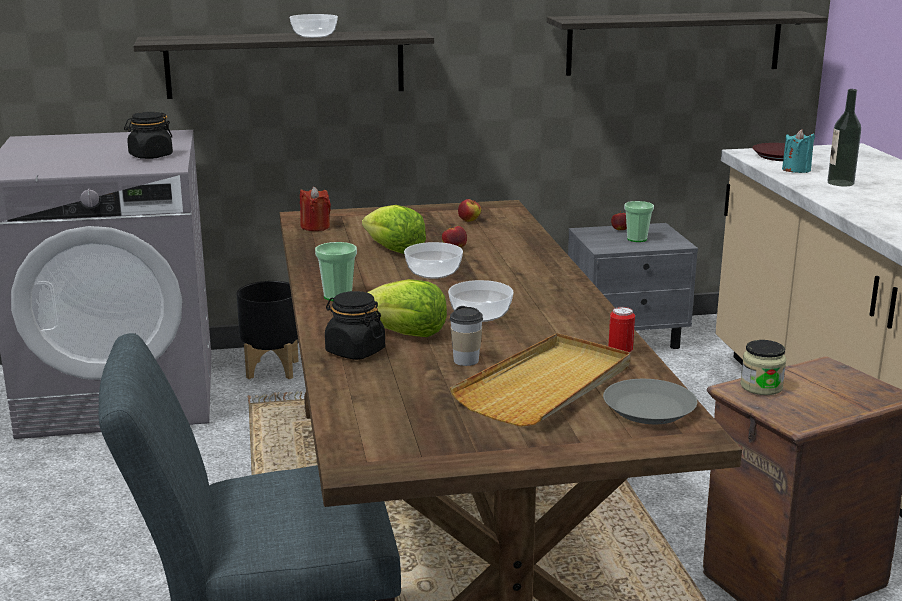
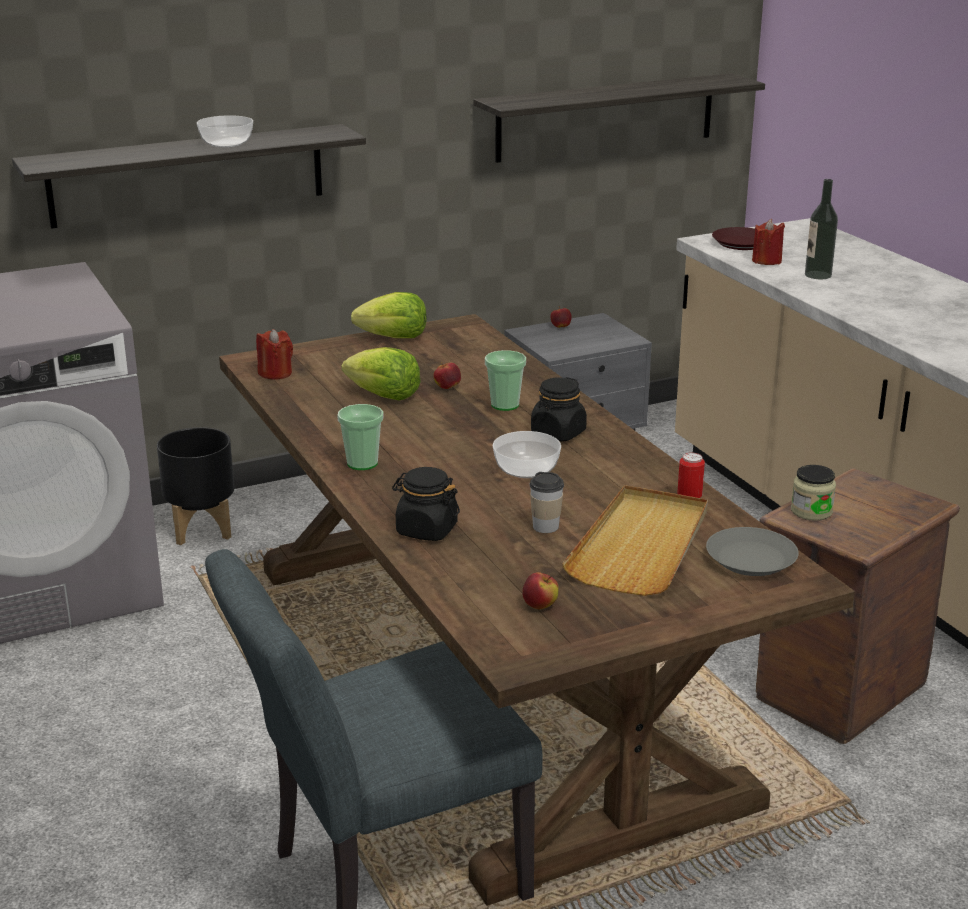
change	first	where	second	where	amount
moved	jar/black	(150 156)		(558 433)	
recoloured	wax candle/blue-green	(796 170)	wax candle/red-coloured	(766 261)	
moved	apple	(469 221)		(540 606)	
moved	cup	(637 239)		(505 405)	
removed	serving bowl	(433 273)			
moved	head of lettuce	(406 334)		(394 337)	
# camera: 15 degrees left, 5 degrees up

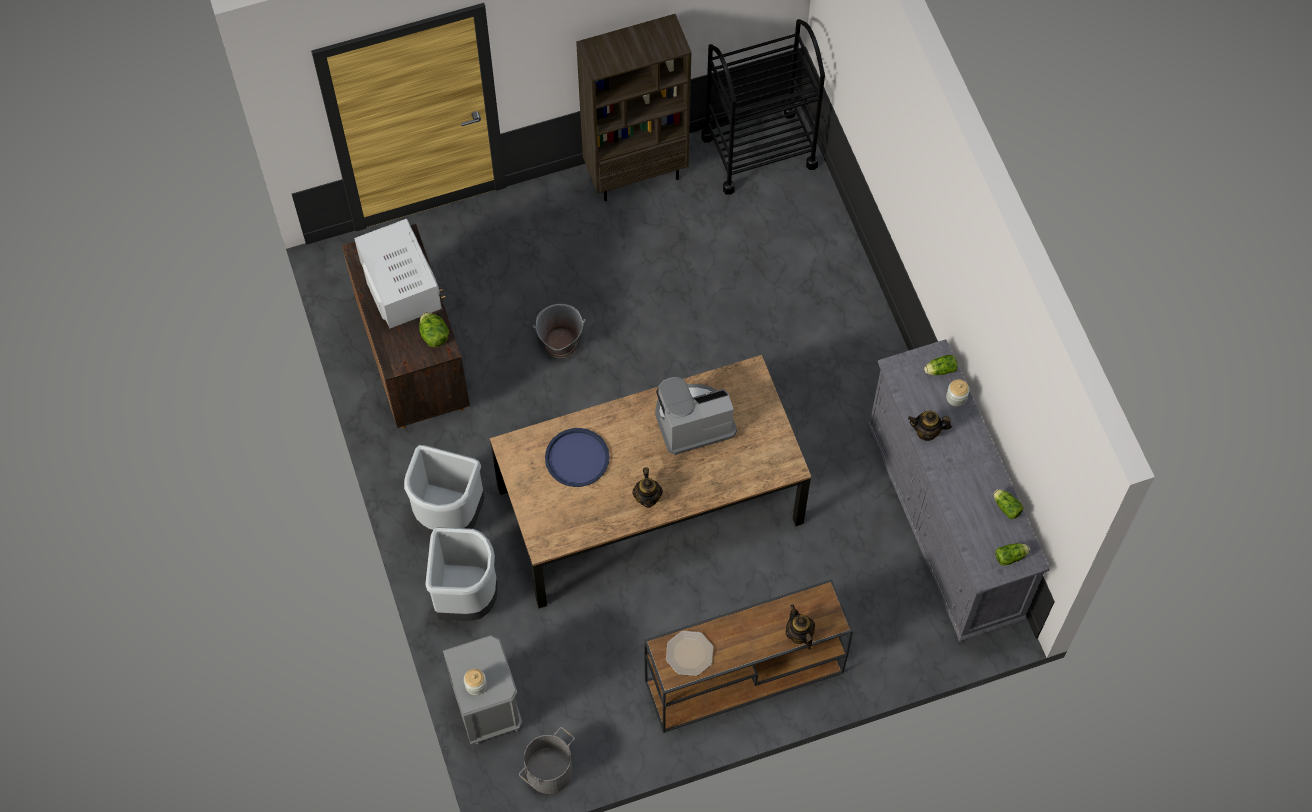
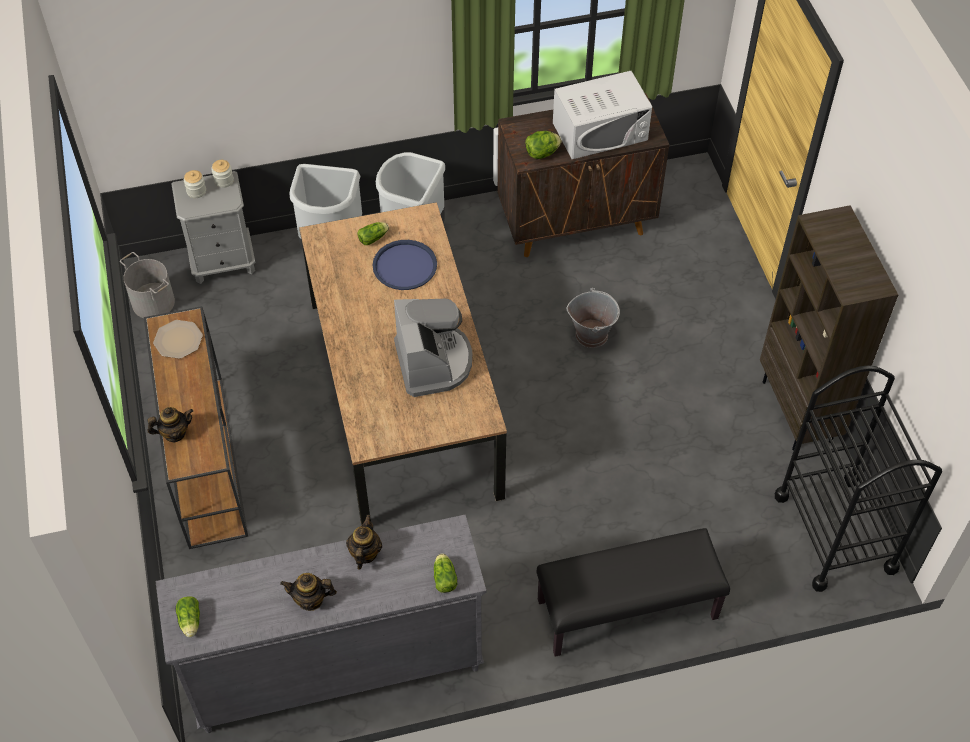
change	first	where	second	where	amount
moved	jar	(956 397)		(224 181)	
moved	pot for tea	(647 497)		(310 600)	
moved	head of lettuce	(1005 506)		(374 238)	
added			indoor bench/black	(627 610)	
# camera: 95 degrees right, 10 degrees down

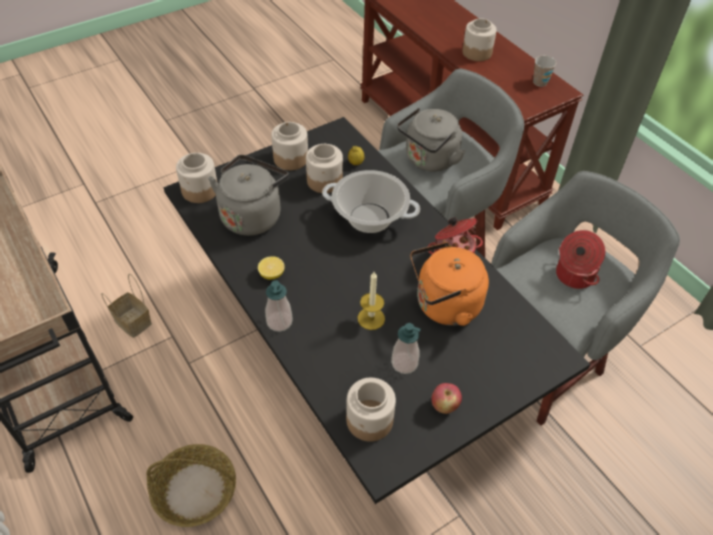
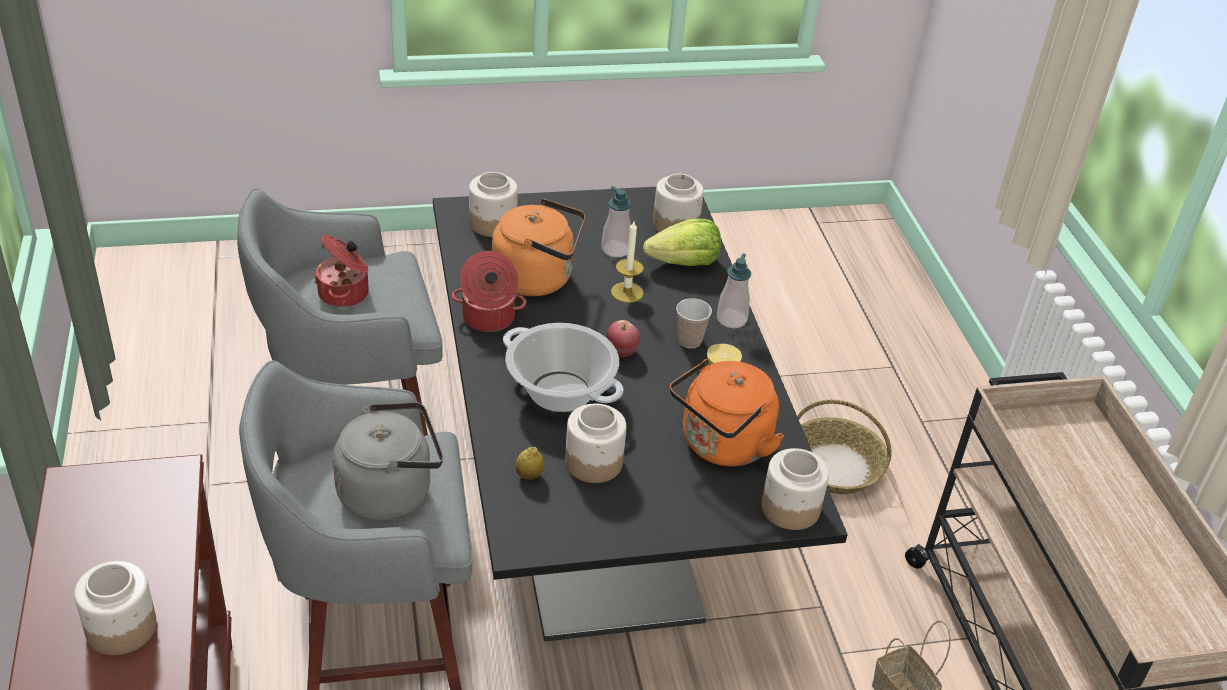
change	first	where	second	where	amount
moved	cup	(540 82)		(689 341)	
moved	jar	(290 158)		(492 224)	
recoloured	tea kettle/grey	(252 215)	tea kettle/orangey	(722 446)	
moved	apple	(444 406)		(621 352)	
added			head of lettuce	(684 263)	
# camera: 160 degrees left, 10 degrees down

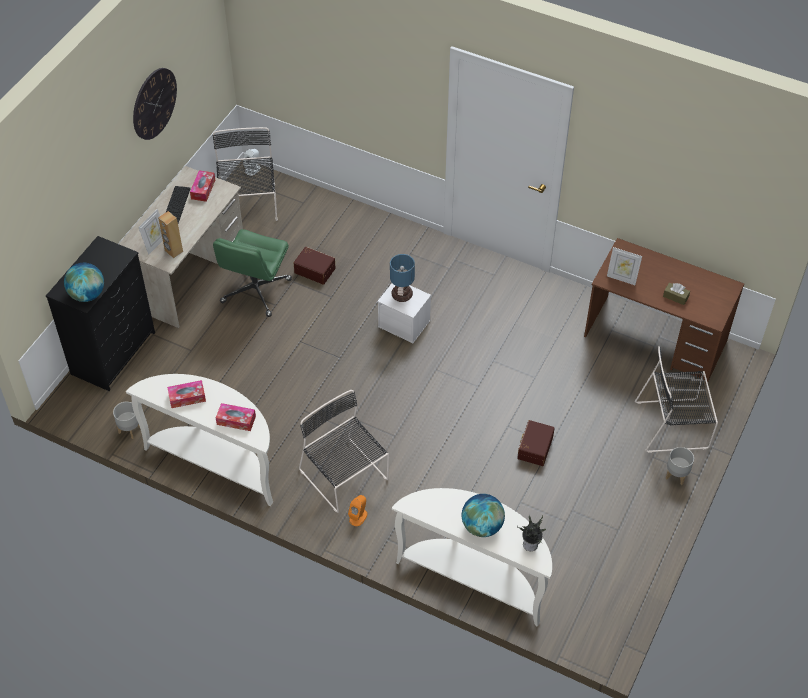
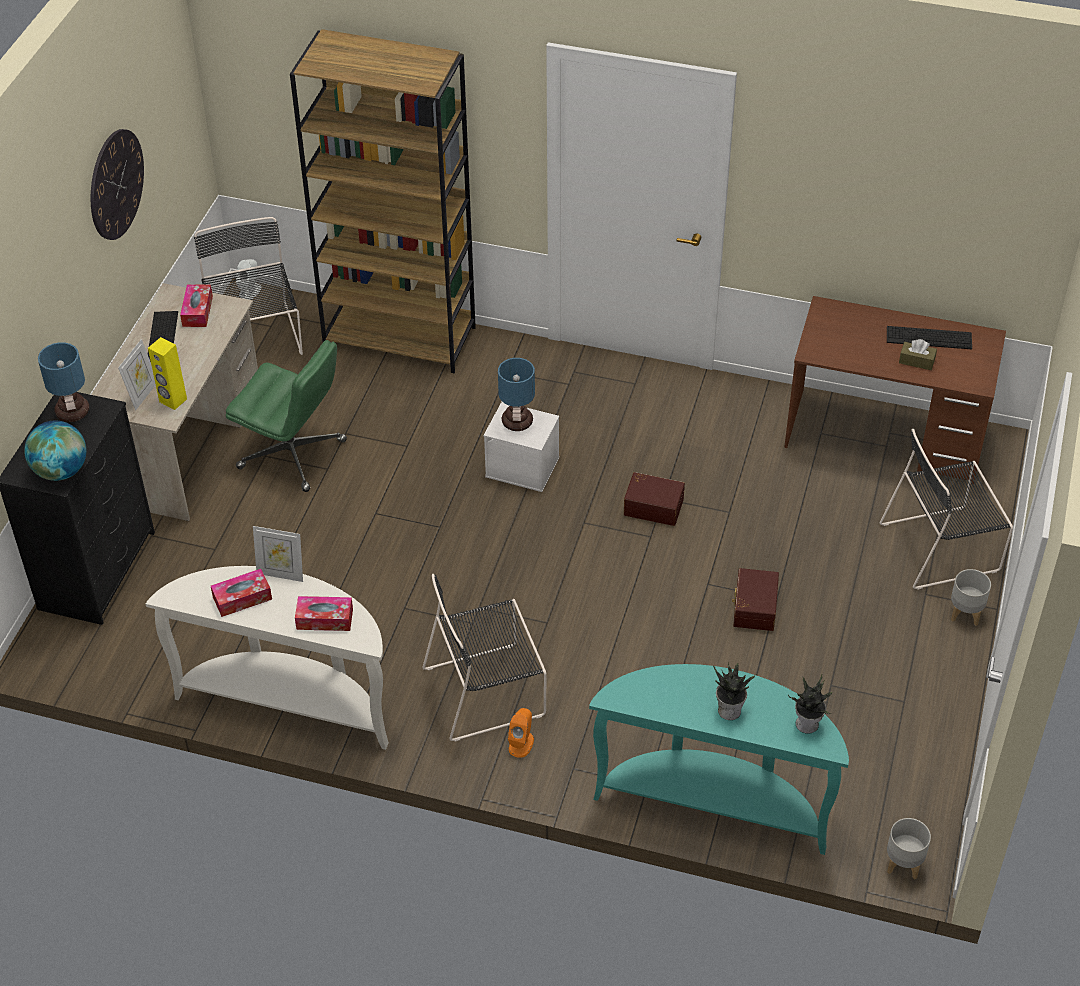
change	first	where	second	where	amount
recoloured	loudspeaker/brown	(173 251)	loudspeaker/yellow-coloured	(173 400)	
turned	computer chair/green	(256 291)		(293 454)	75 degrees counterclockwise
moved	storage bin/brown	(315 270)		(653 506)	
moved	photo frame	(621 278)		(281 574)	
turned	chair/black	(345 477)		(488 691)	60 degrees counterclockwise
moved	flower pot/grey	(130 429)		(903 863)	
recoloured	hall table/whitish	(474 577)	hall table/blue-green	(714 801)	
replaced	desk globe	(482 526)	houseplant	(729 710)	
added			shelving unit/brown	(401 337)	
added			computer keyboard	(929 338)	
added			tabletop lamp	(73 412)	
# camera: 10 degrees left, 5 degrees down

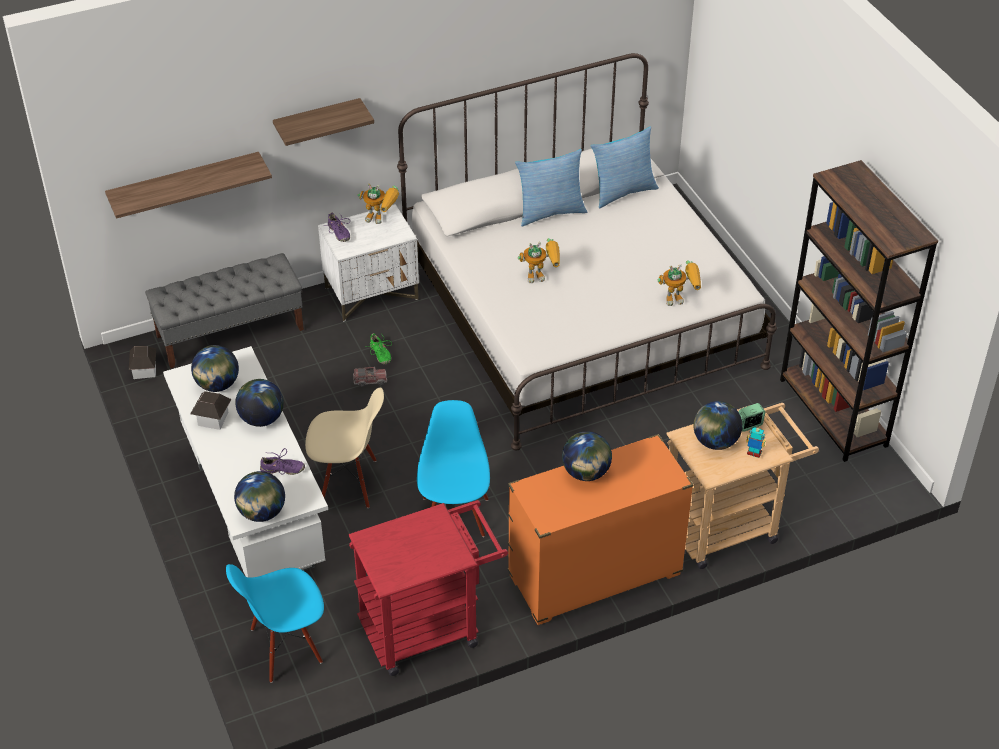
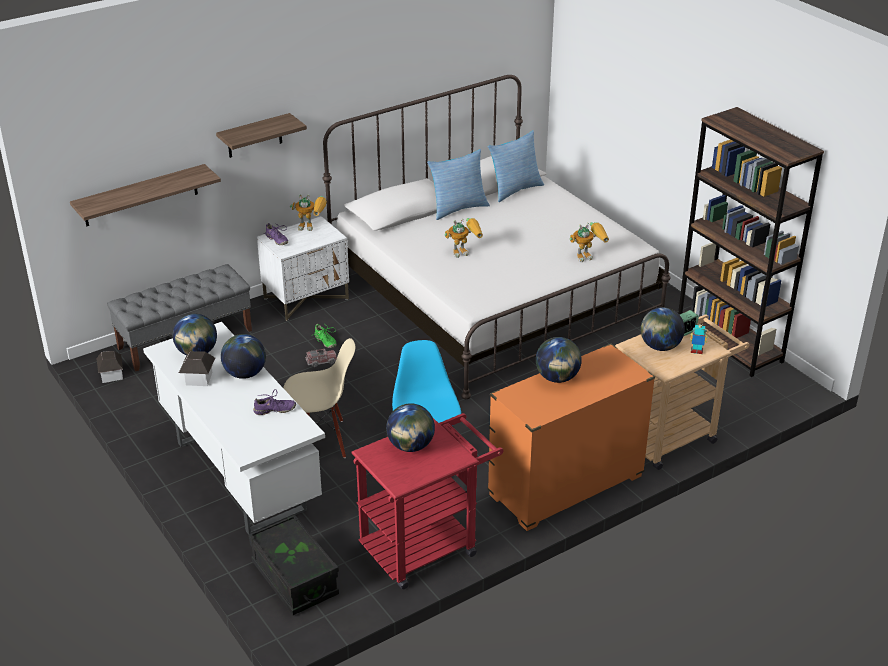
change	first	where	second	where	amount
moved	desk globe	(262 513)		(411 446)	
replaced	chair/bluish	(285 647)	storage bin/black	(295 579)	
# camera: 10 degrees left, 10 degrees down

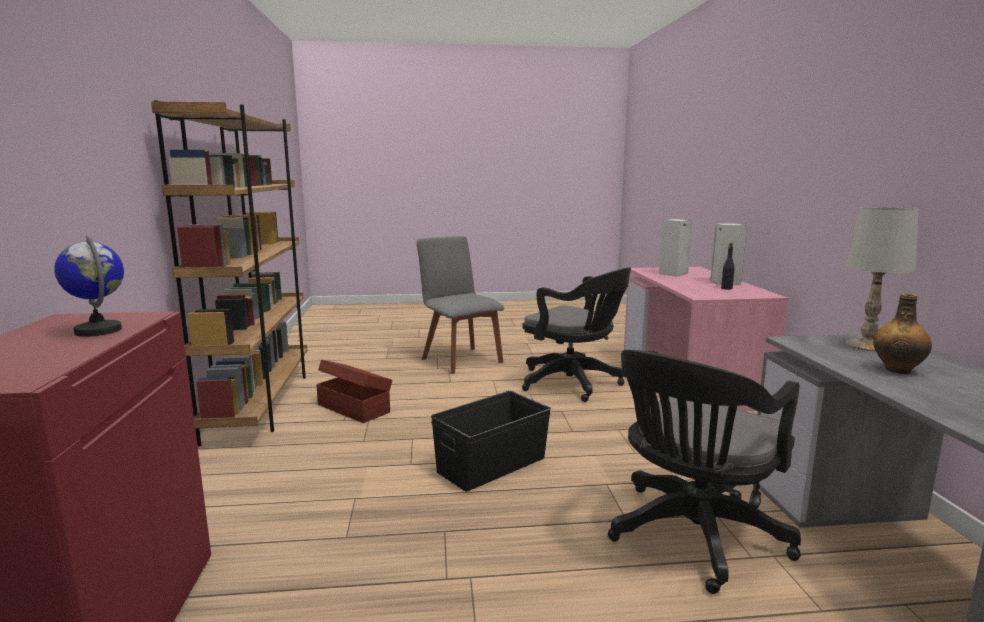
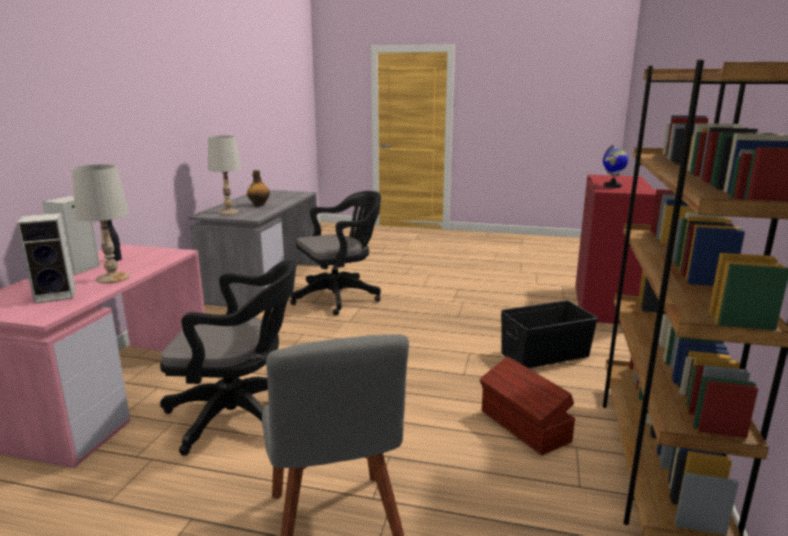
change	first	where	second	where	amount
turned	computer chair/black	(574 384)		(240 416)	120 degrees clockwise
moved	storage bin/black	(492 465)		(544 354)	
added			tabletop lamp/whitish	(112 278)	
# camera: 160 degrees left, 5 degrees up

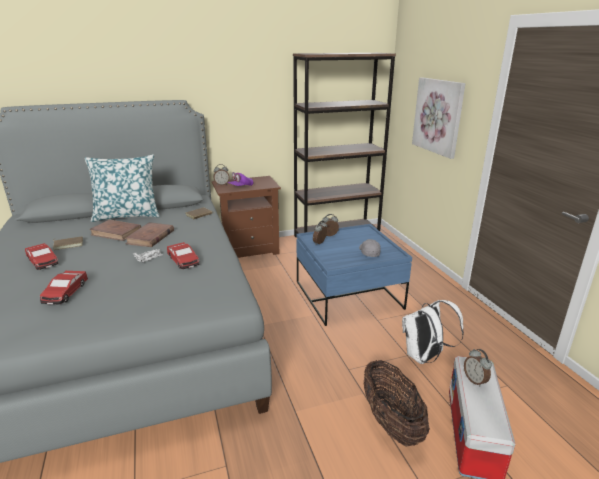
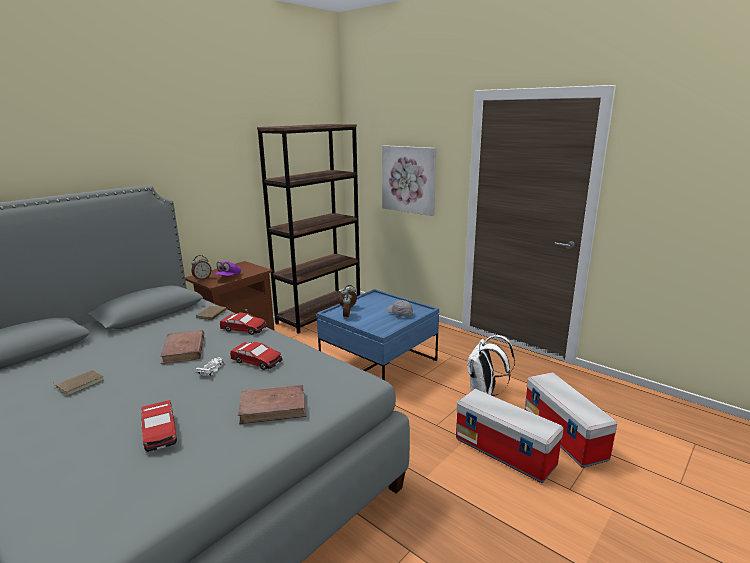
change	first	where	second	where	amount
removed	throw pillow	(127 215)			
moved	volume/brown	(116 232)		(273 407)	
moved	miniature car	(43 261)		(244 329)	
removed	bedside clock	(475 380)			
replaced	household basket	(391 422)	storage bin	(505 452)	
# camera: 30 degrees left, 5 degrees down

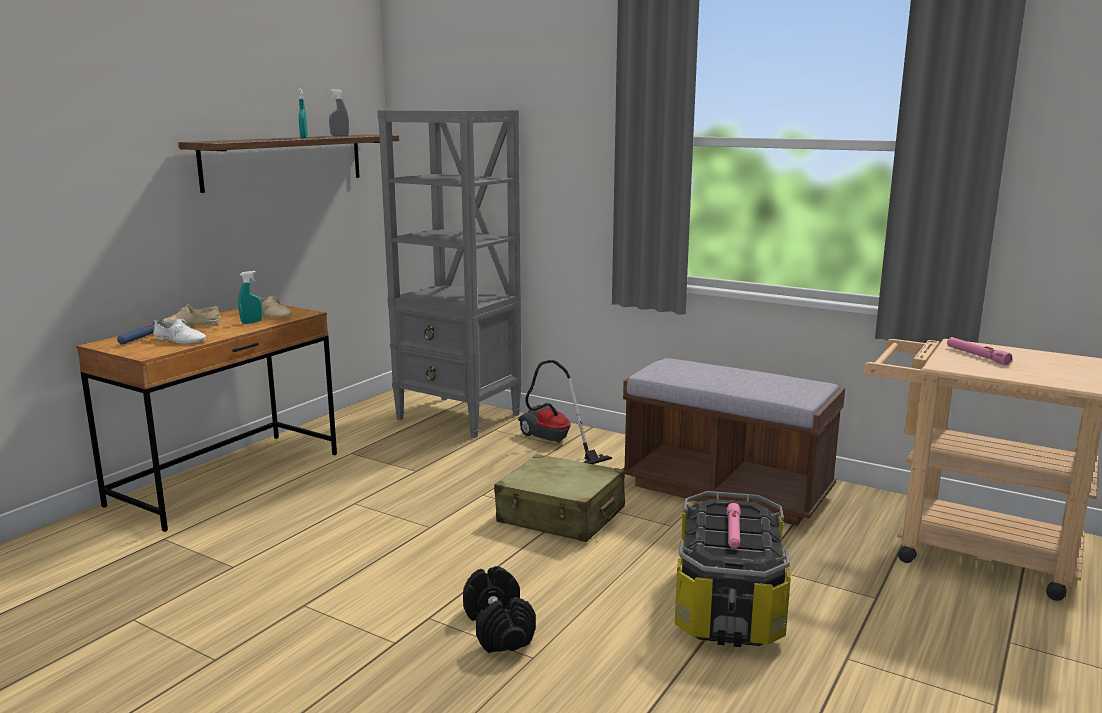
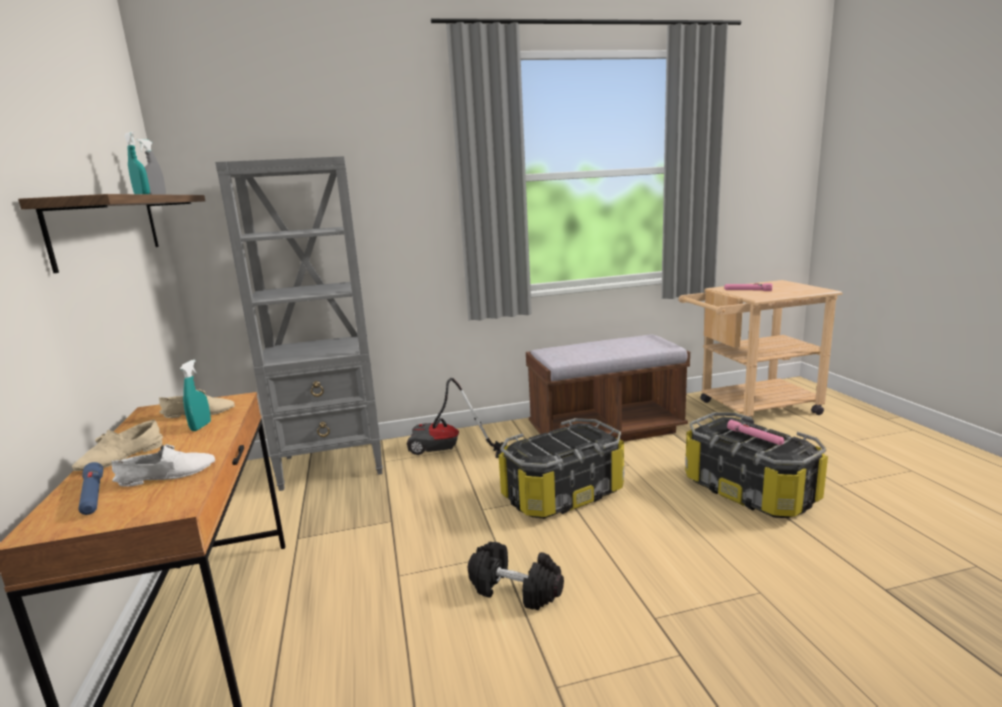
change	first	where	second	where	amount
replaced	travel case/sand-coloured	(561 516)	storage bin	(562 494)	
moved	hand weight/black	(499 628)		(516 590)	
# camera: 45 degrees left, 0 degrees up

